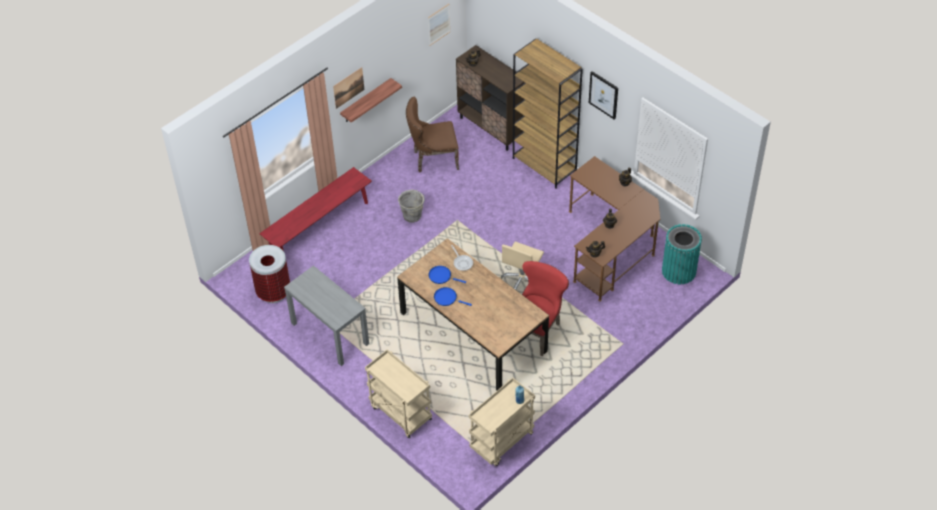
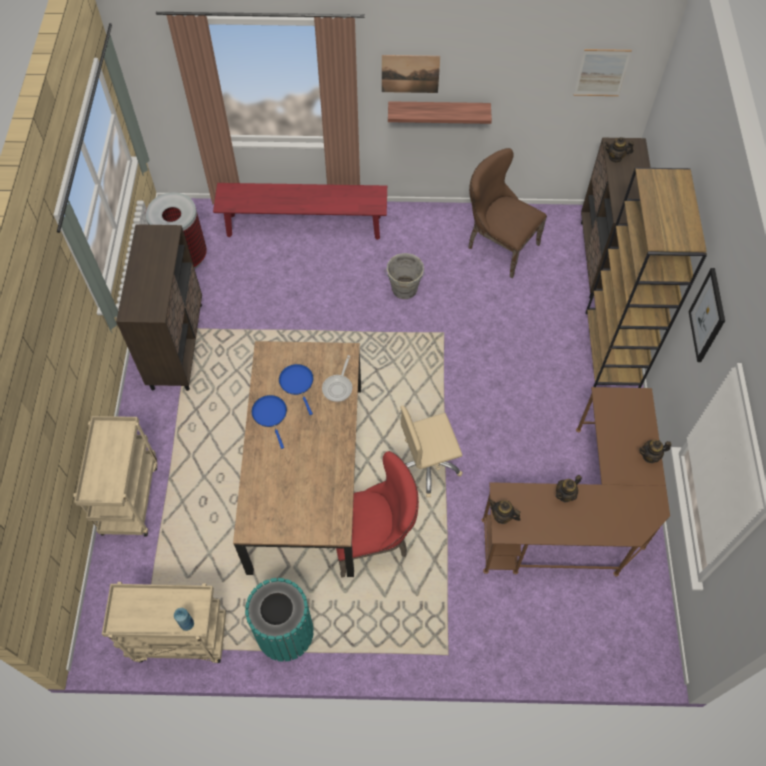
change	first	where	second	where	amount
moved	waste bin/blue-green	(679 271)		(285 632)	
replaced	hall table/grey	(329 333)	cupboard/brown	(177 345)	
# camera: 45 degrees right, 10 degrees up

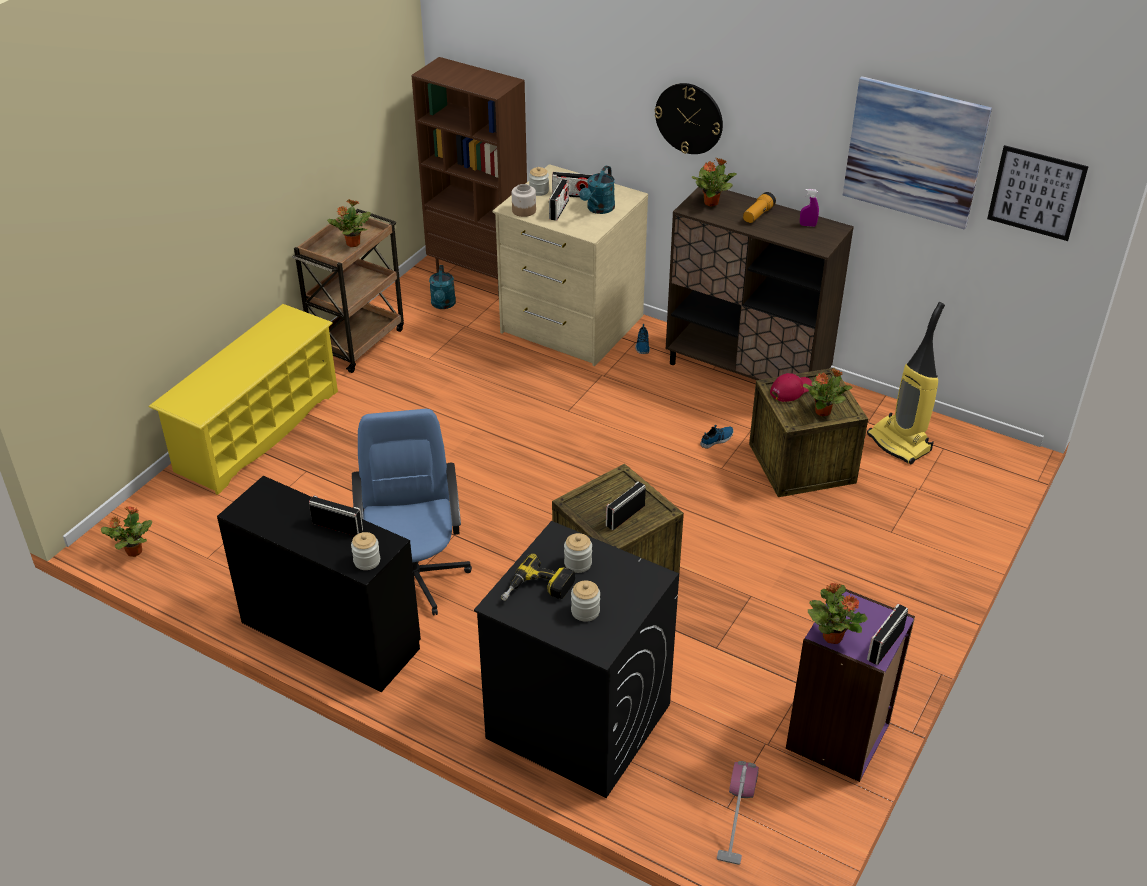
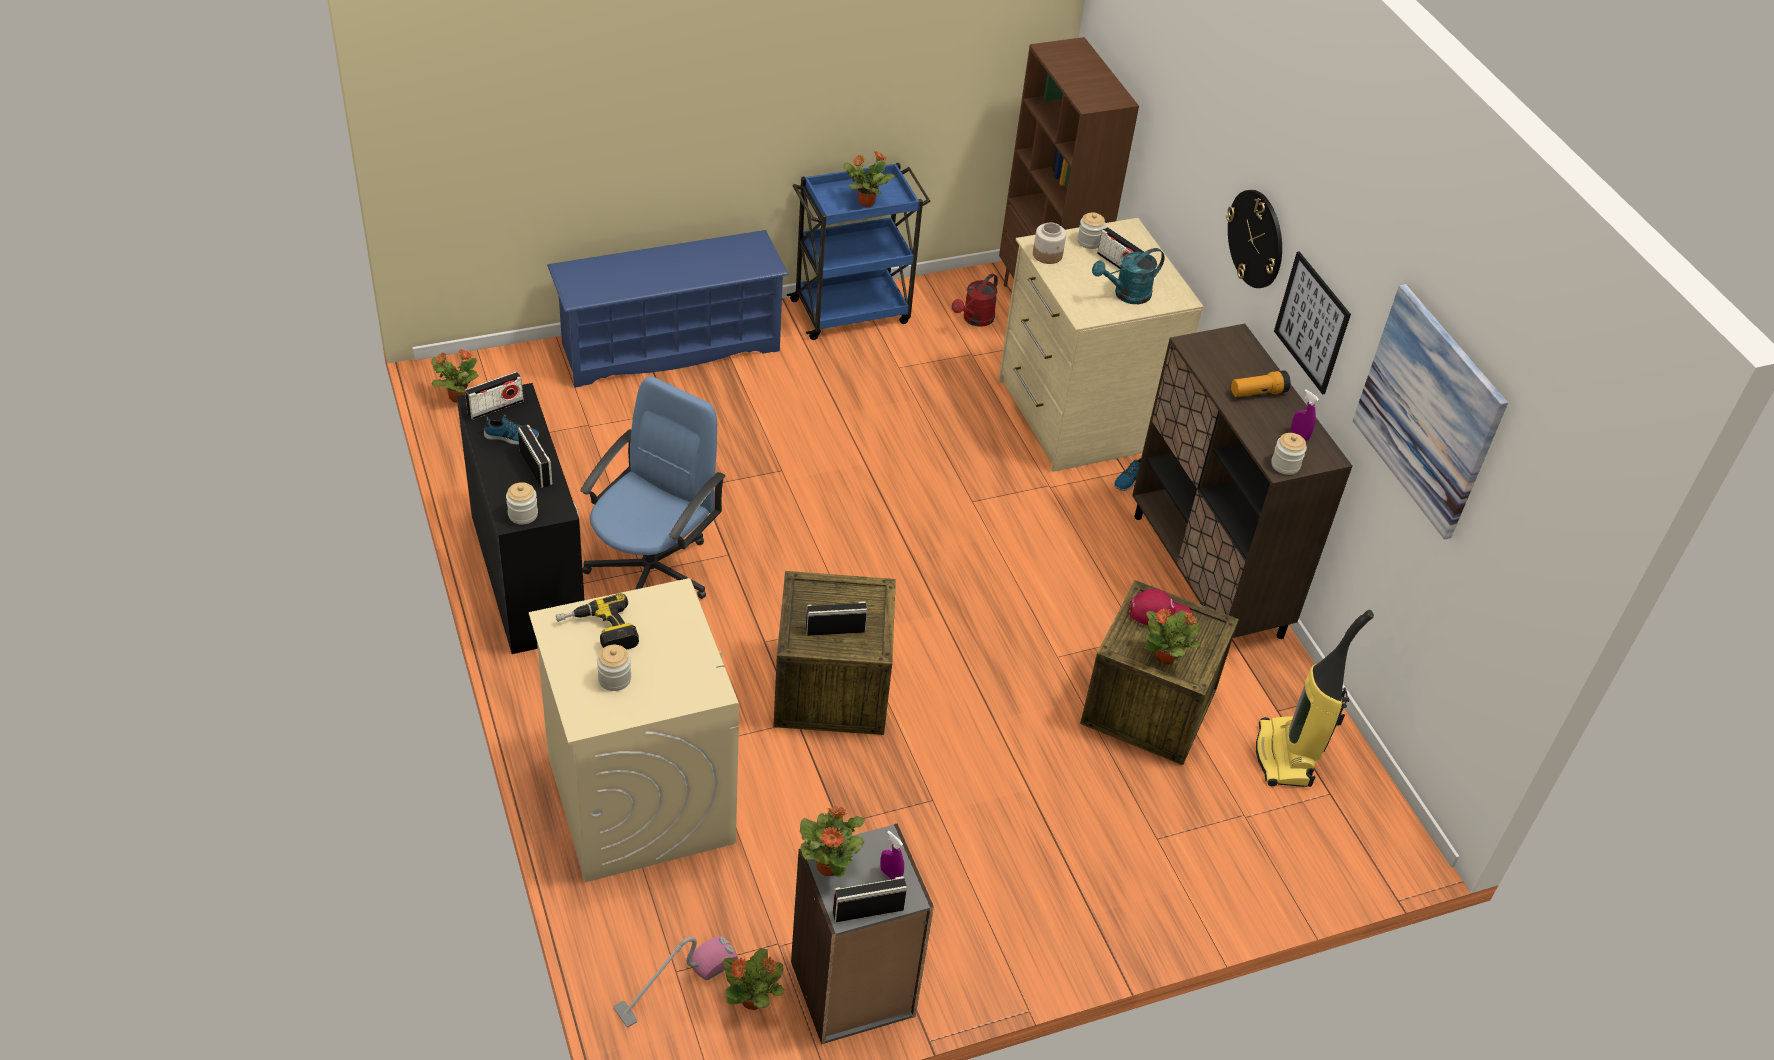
change	first	where	second	where	amount
moved	picture	(1036 193)		(1312 322)	
moved	houseplant	(711 202)		(753 1000)	
moved	radio	(559 210)		(495 407)	
recoloured	trolley/brown	(357 341)	trolley/bluish	(852 311)	
recoloured	sprinkling can/blue-green	(443 305)	sprinkling can/red-coloured	(975 320)	
recoloured	shoe stand/yellow-coloured	(257 431)	shoe stand/bluish	(669 347)	
moved	item of footwear	(717 439)		(511 437)	
recoloured	laundry appliance/black	(577 721)	laundry appliance/sand-coloured	(639 798)	
moved	jar	(578 563)		(1285 465)	
recoloured	shelving unit/purplish	(839 737)	shelving unit/grey	(853 990)	
added			spray bottle/purplish	(890 875)	
# camera: 35 degrees right, 5 degrees up

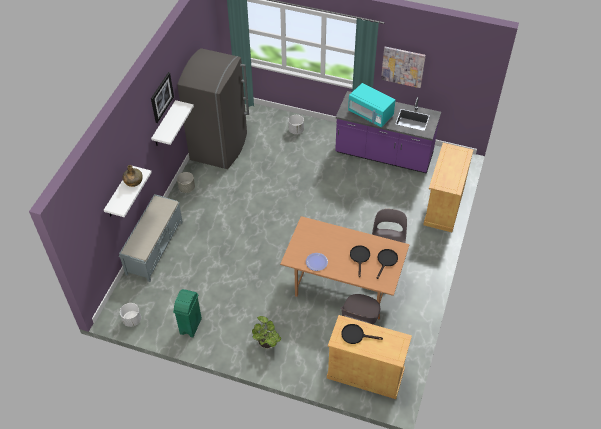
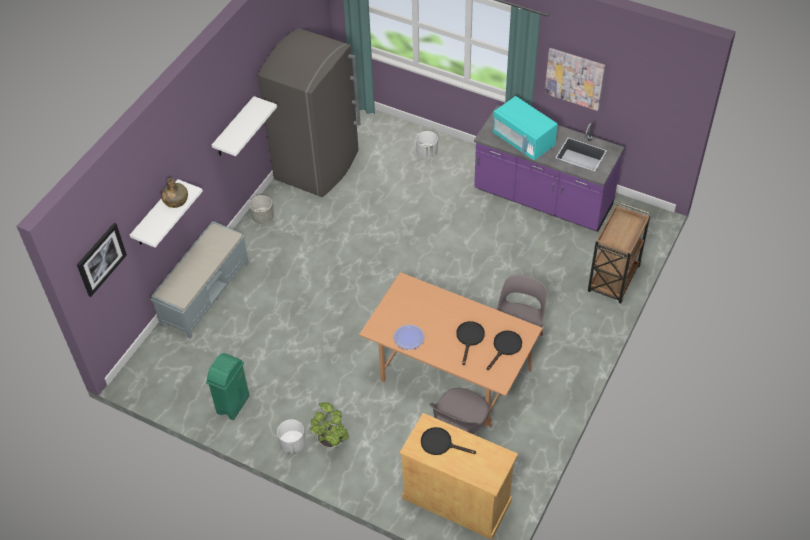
change	first	where	second	where	amount
moved	picture	(161 97)		(101 259)	
replaced	cupboard/sand-coloured	(443 206)	trolley/brown	(613 280)	
moved	flower pot/whitish	(132 320)		(292 443)	
# camera: 10 degrees right, 0 degrees up

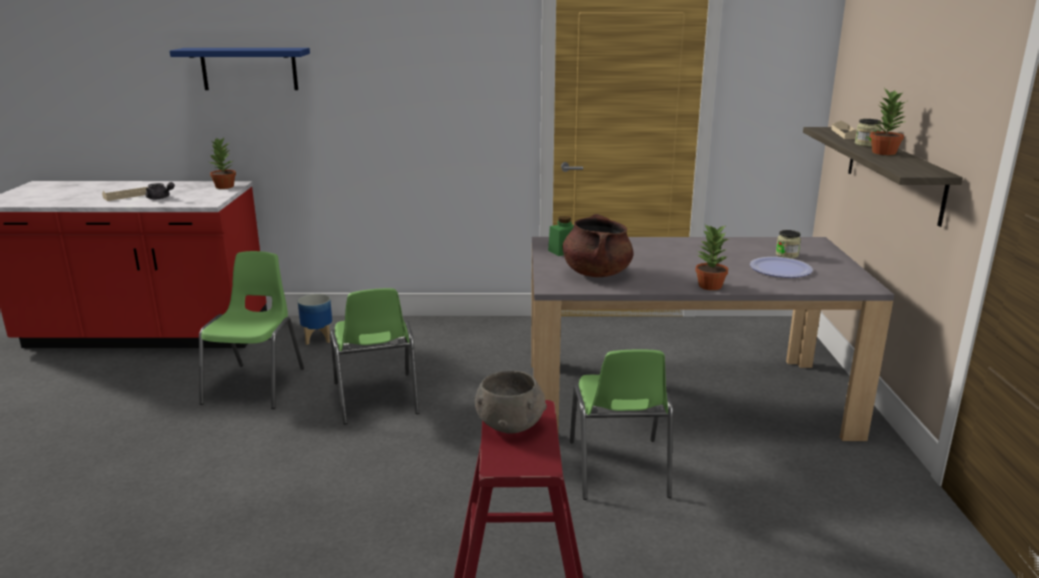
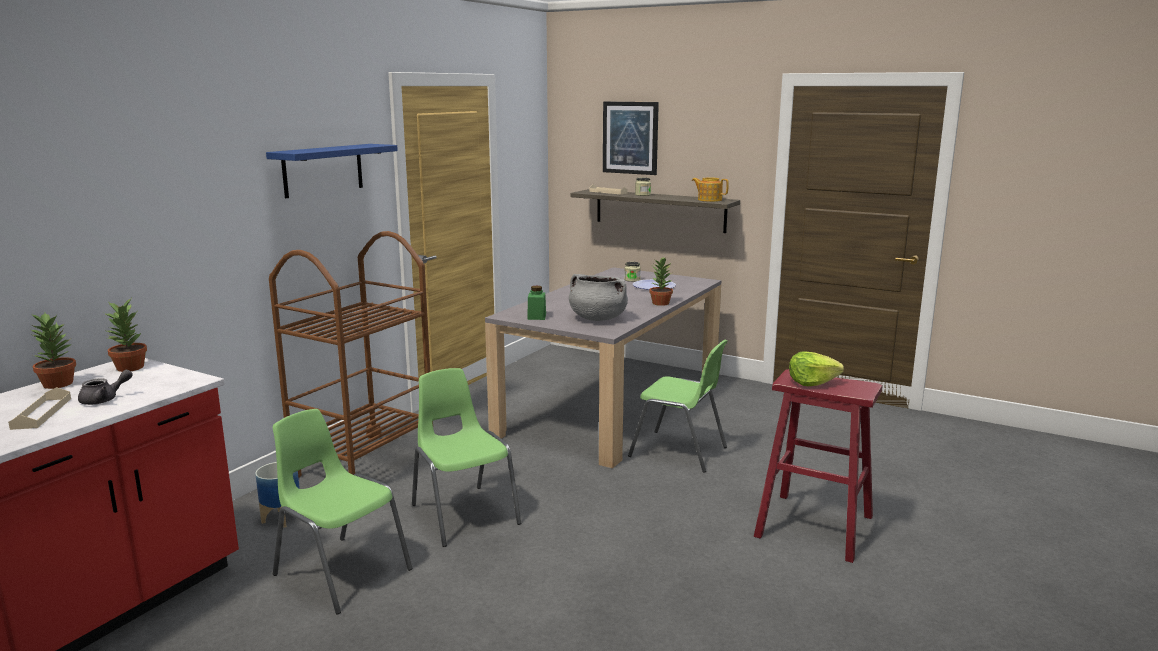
change	first	where	second	where	amount
moved	bracket shelf/bluish	(249 69)		(323 170)	
moved	houseplant	(883 152)		(57 384)	
recoloured	stockpot/brown	(596 273)	stockpot/grey	(597 318)	
turned	chair/green	(376 399)		(464 514)	135 degrees counterclockwise
replaced	serving bowl/grey	(510 423)	head of lettuce	(811 382)	
added			picture	(630 137)	
added			pot for tea	(709 200)	
added			trolley/brown	(364 464)	
# camera: 60 degrees left, 5 degrees down

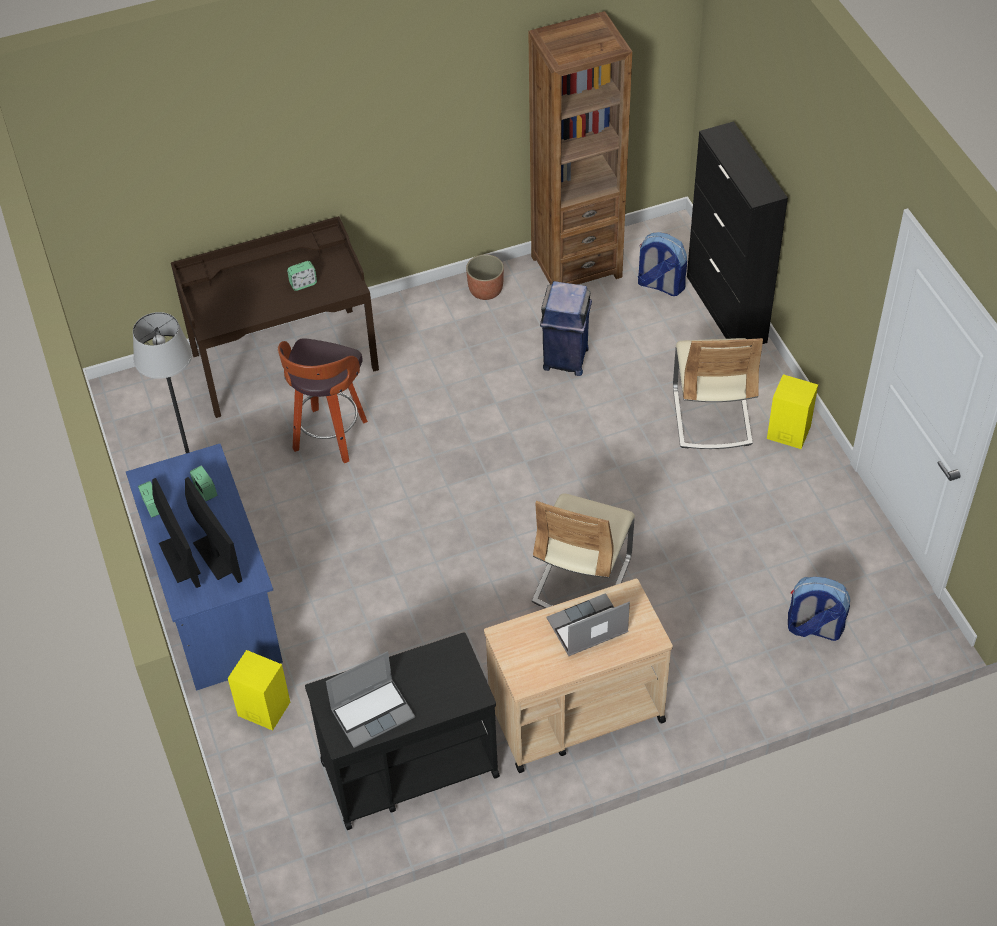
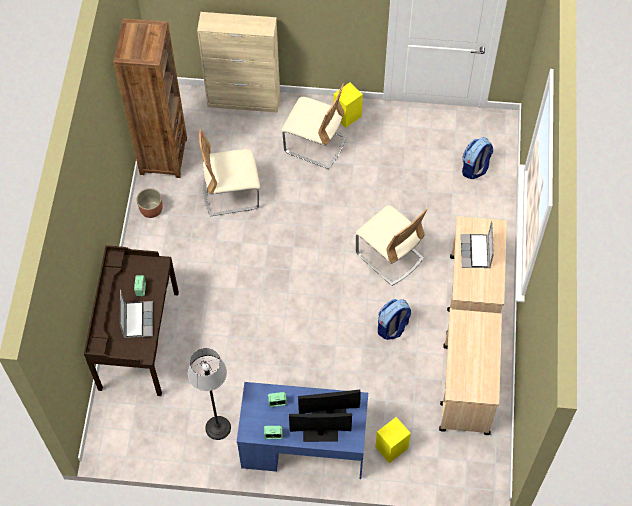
change	first	where	second	where	amount
recoloured	cupboard/black	(726 309)	cupboard/sand-coloured	(244 100)	
moved	backpack	(660 285)		(392 327)	
replaced	waste bin/bluish	(565 359)	chair/sand-coloured	(231 194)	
removed	sitting stool	(329 437)			
recoloured	trolley/black	(408 768)	trolley/sand-coloured	(465 390)	
moved	laptop	(373 712)		(137 319)	
# camera: 65 degrees left, 10 degrees up

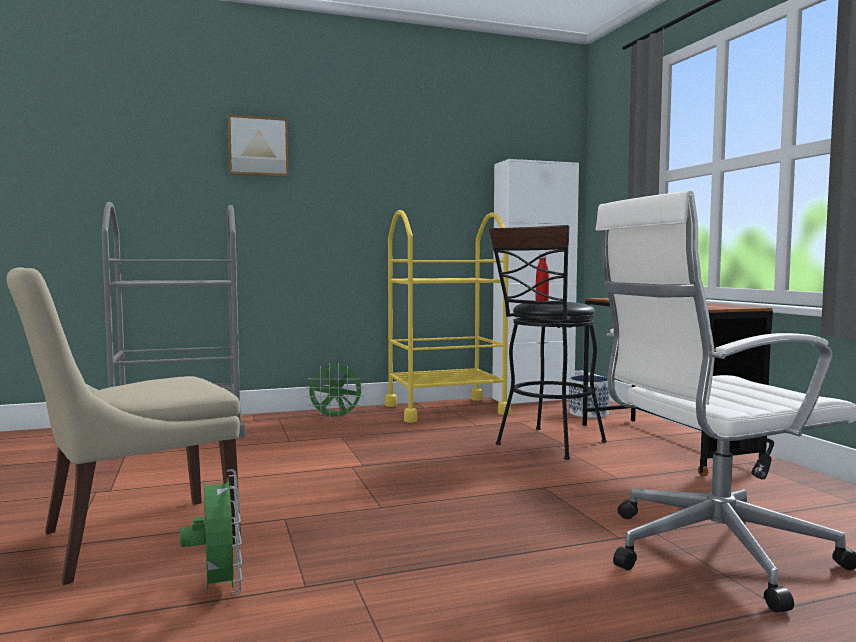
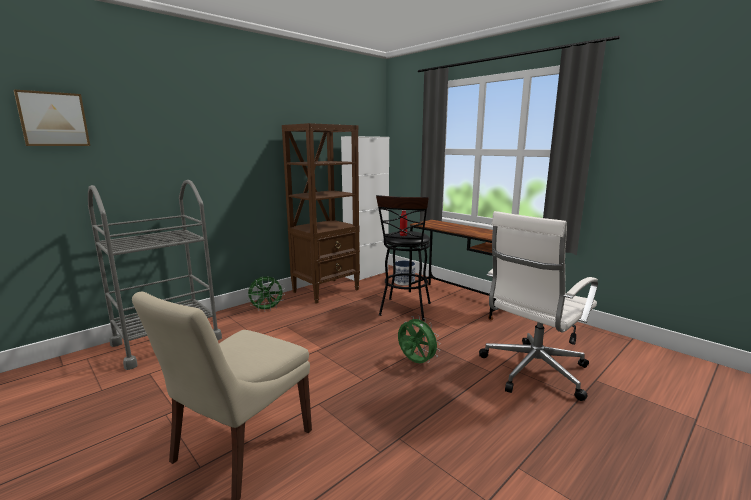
change	first	where	second	where	amount
moved	picture	(258 146)		(53 119)	
replaced	trolley/yellow-coloured	(445 409)	shelving unit/brown	(326 290)	
moved	cooling fan/green	(218 590)		(415 362)	
# camera: 25 degrees left, 10 degrees up

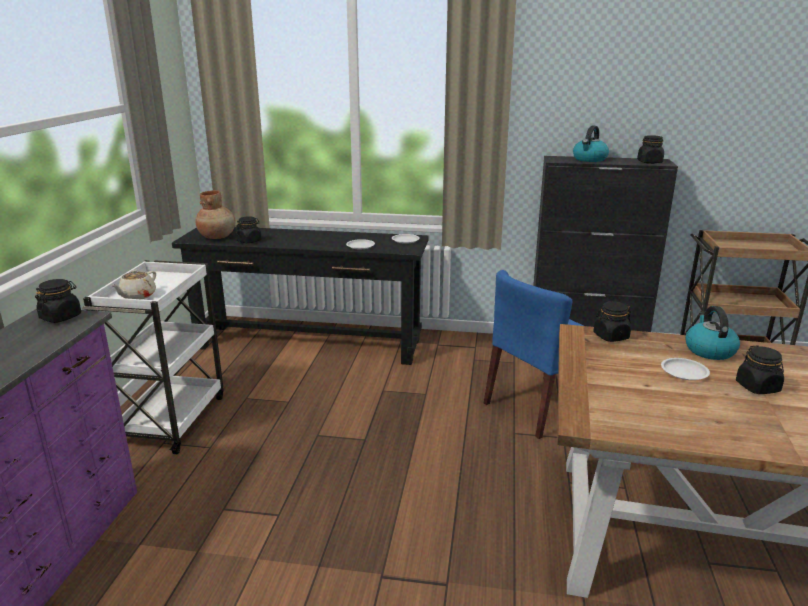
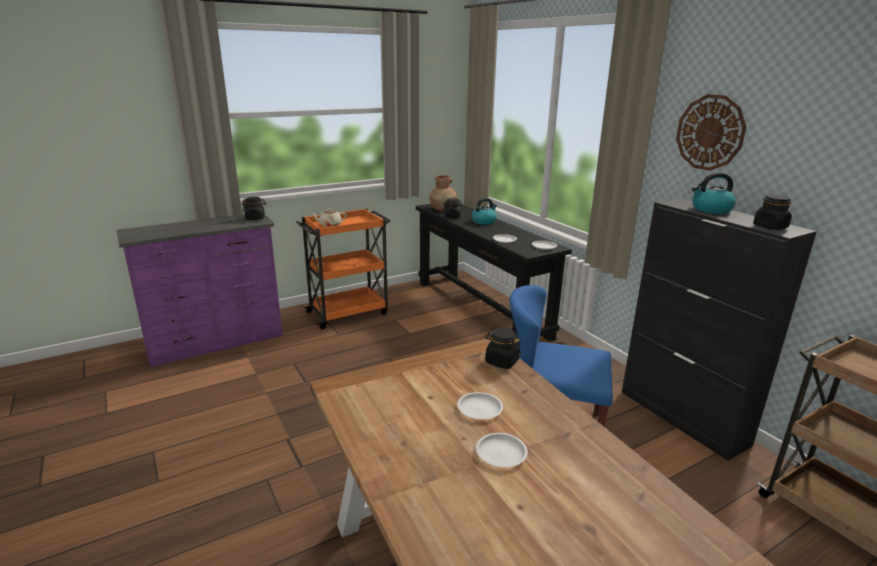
change	first	where	second	where	amount
recoloured	trolley/whitish	(172 419)	trolley/orangey	(348 312)	
moved	tea kettle	(709 350)		(484 221)	
replaced	jar/black	(757 387)	flat dish/whitish	(501 453)	
added			clock on the wall	(710 132)	
# camera: 50 degrees right, 0 degrees up

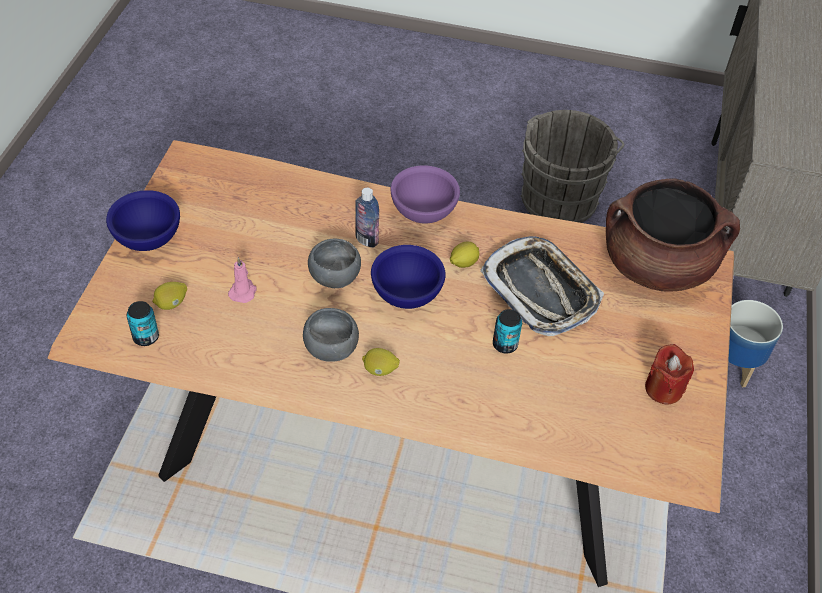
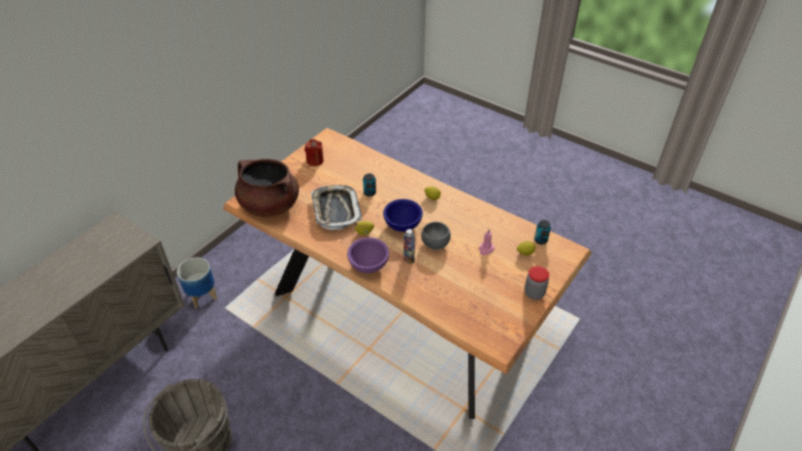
change	first	where	second	where	amount
replaced	serving bowl/bluish	(147 239)	jar	(534 293)	
removed	serving bowl/grey	(330 349)			
# camera: 155 degrees left, 5 degrees down

